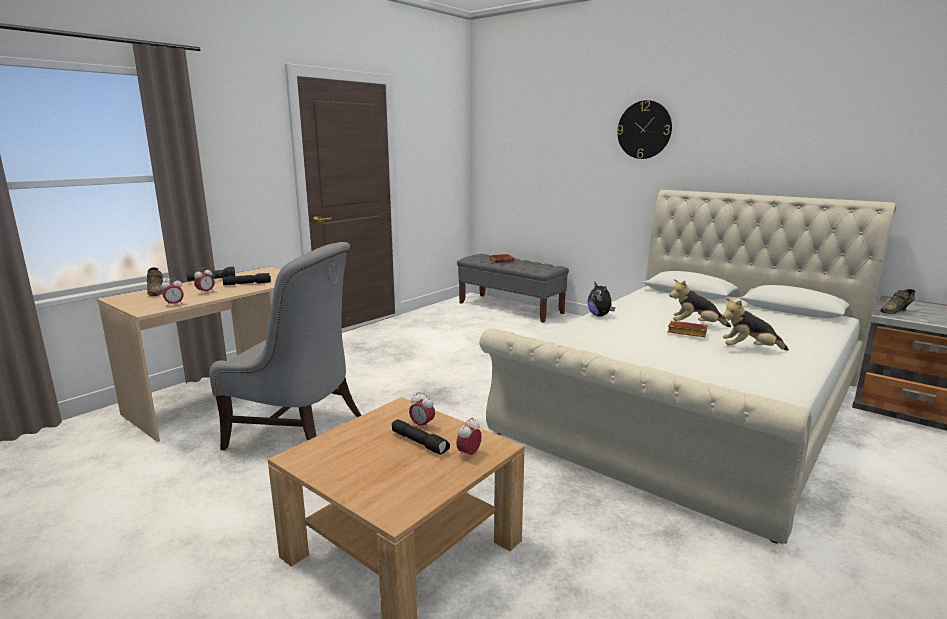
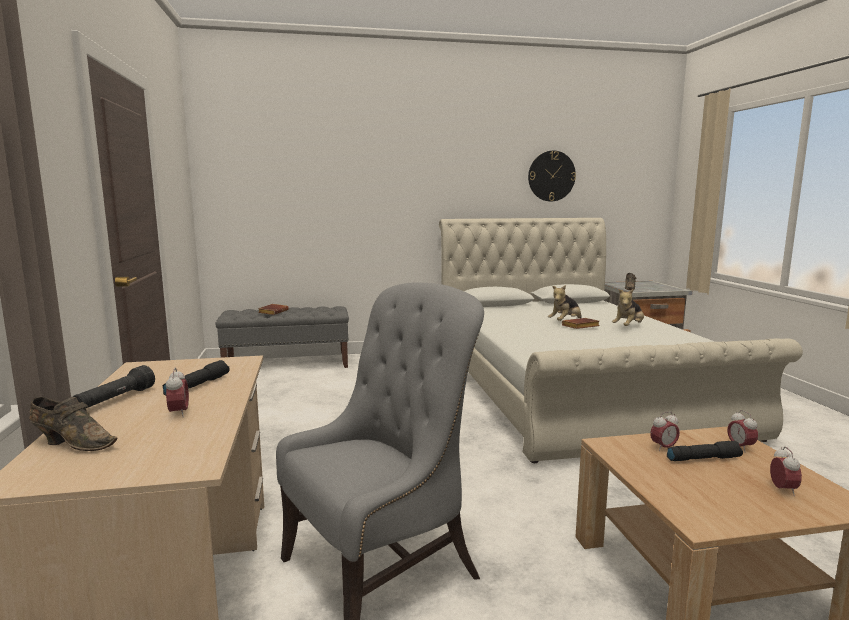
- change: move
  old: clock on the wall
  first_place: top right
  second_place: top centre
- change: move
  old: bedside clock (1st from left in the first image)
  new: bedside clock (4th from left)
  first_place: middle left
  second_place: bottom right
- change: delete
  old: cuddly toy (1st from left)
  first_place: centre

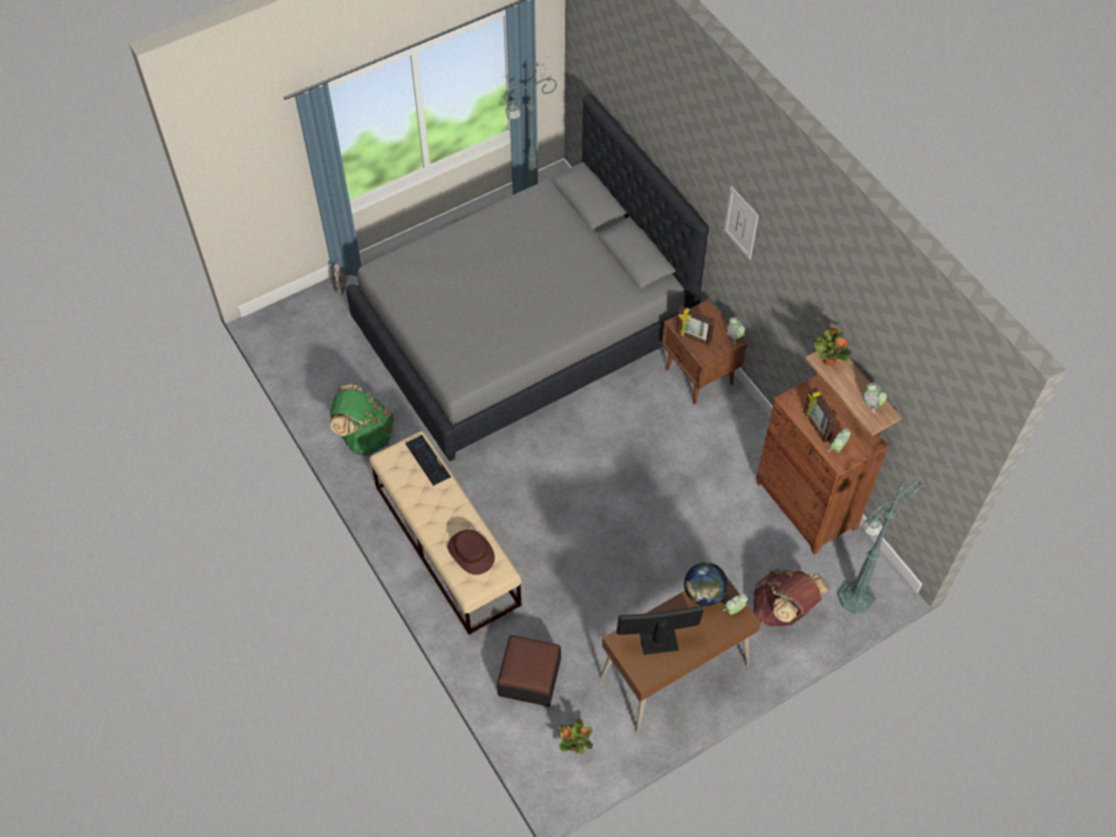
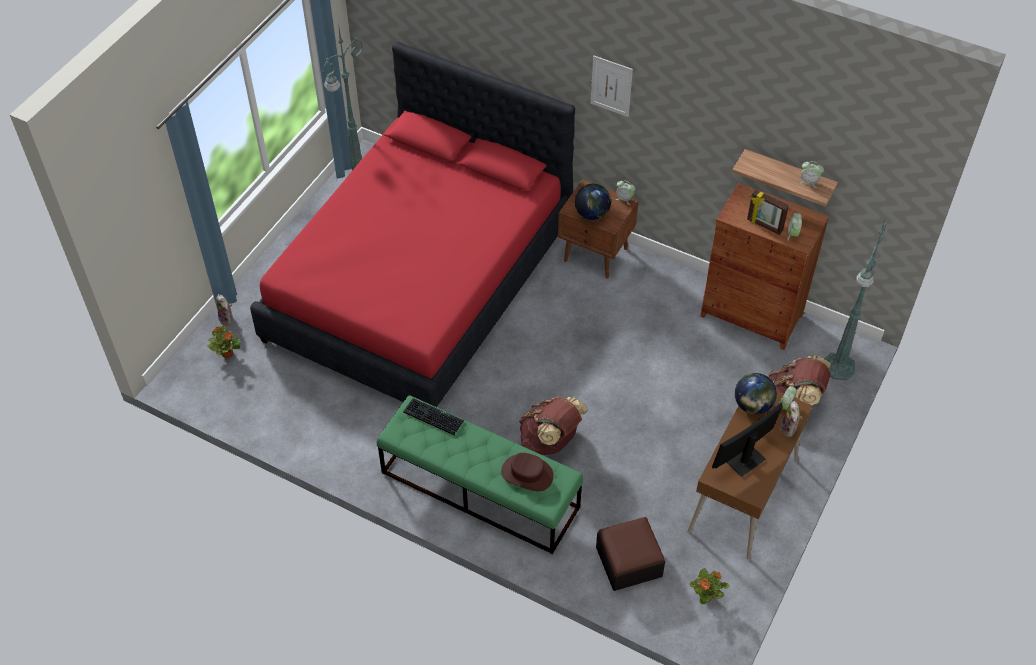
- change: recolor
  old: greyish bed
  new: red bed
  first_place: top centre
  second_place: centre
- change: replace
  old: standing frame (1st from left)
  new: desk globe (1st from left)
  first_place: centre
  second_place: top centre
- change: move
  old: houseplant (2nd from left in the first image)
  new: houseplant (1st from left)
  first_place: middle right
  second_place: middle left
- change: delete
  old: greenish knapsack
  first_place: middle left
- change: recolor
  old: beige indoor bench
  new: greenish indoor bench
  first_place: centre
  second_place: bottom centre
- change: insert
  new: brown knapsack (1st from left)
  second_place: centre
- change: insert
  new: cuddly toy (2nd from left)
  second_place: middle right

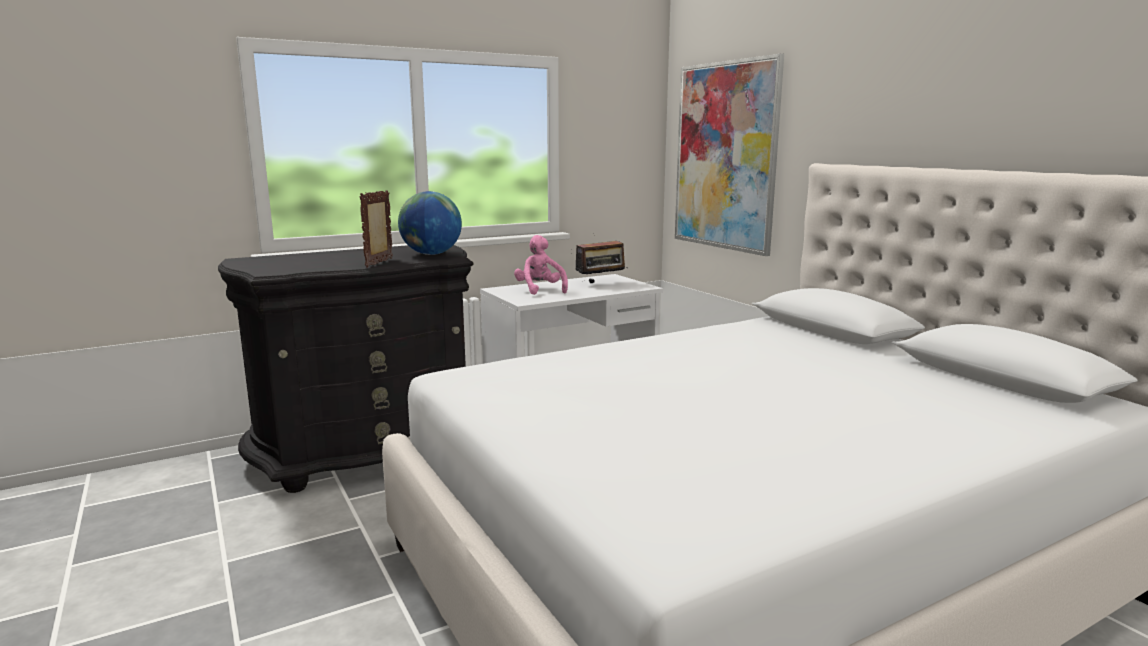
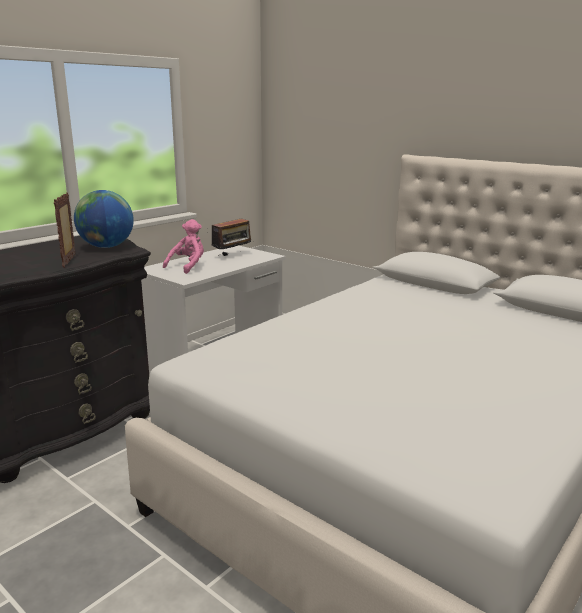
- change: delete
  old: picture
  first_place: top centre
- change: rotate
  old: pinkish cuddly toy
  first_place: centre
  second_place: middle left
  degrees: 75

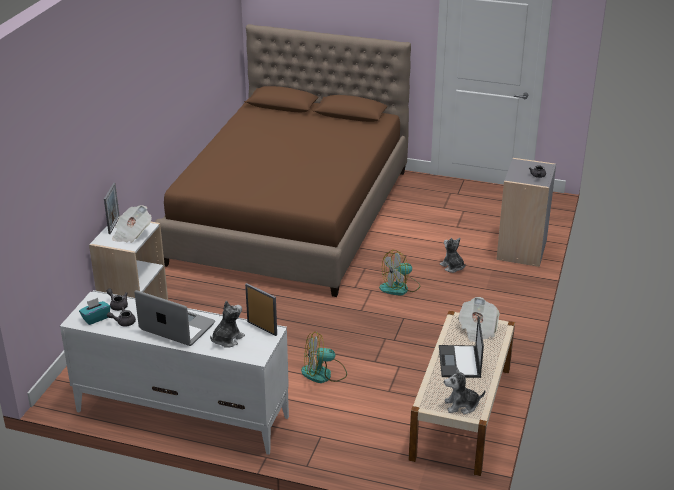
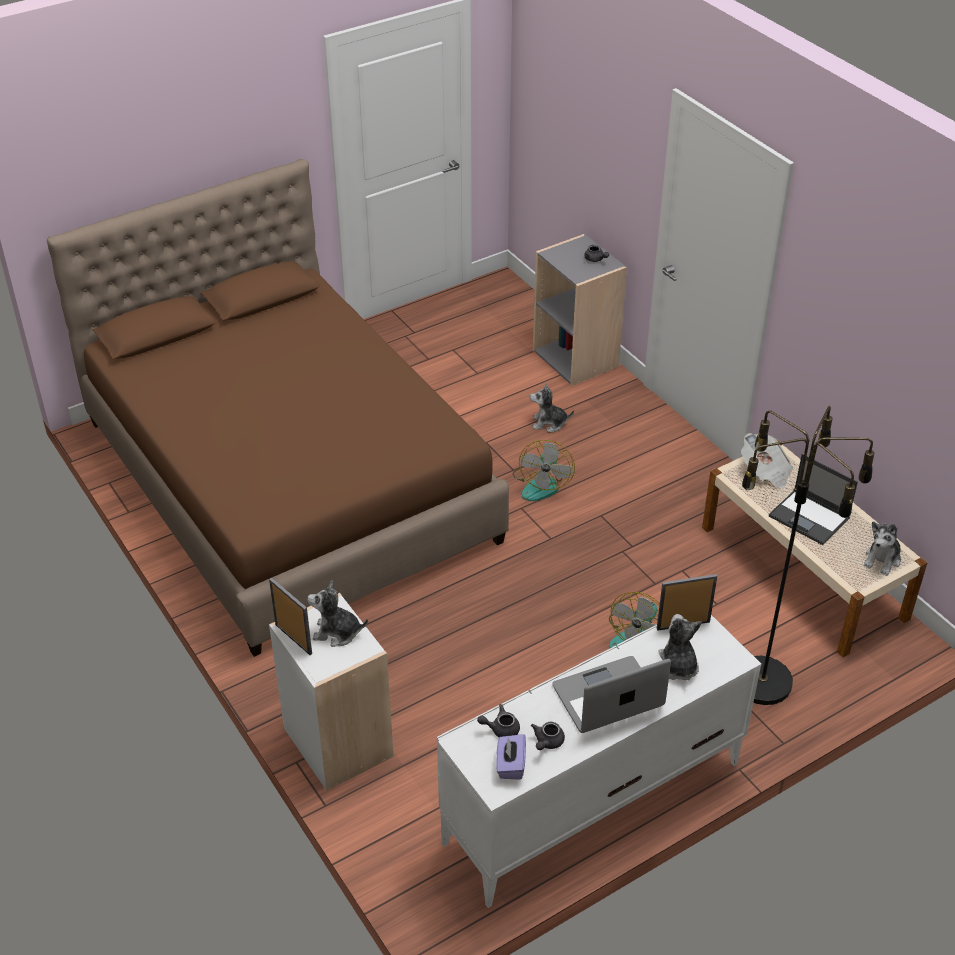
- change: replace
  old: newspaper (1st from left)
  new: cuddly toy (1st from left)
  first_place: middle left
  second_place: centre
- change: recolor
  old: blue-green tissue holder
  new: purple tissue holder
  first_place: middle left
  second_place: bottom centre
- change: insert
  new: standard lamp
  second_place: middle right

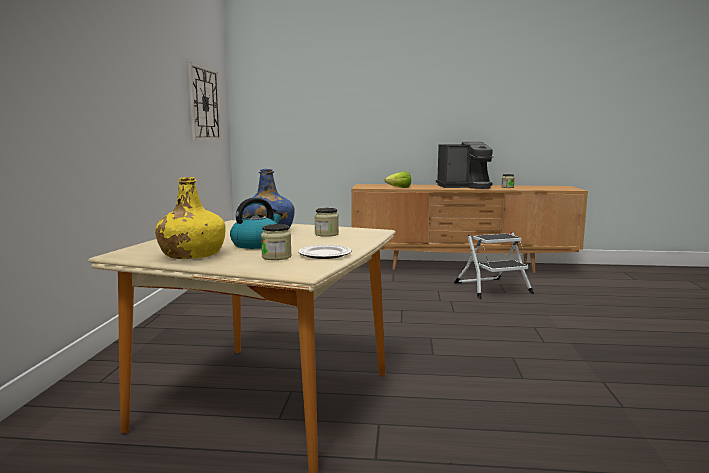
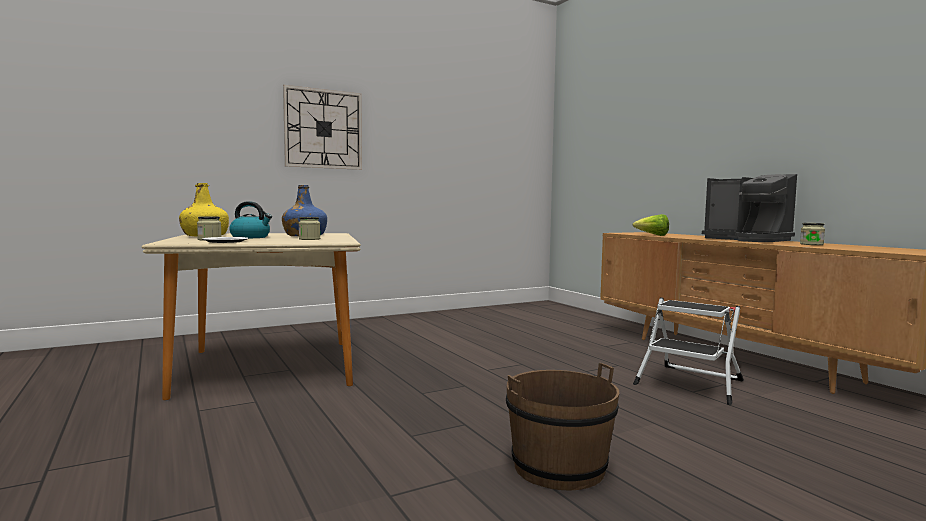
- change: move
  old: clock on the wall
  first_place: top left
  second_place: top centre
- change: insert
  new: brown water bucket
  second_place: bottom centre

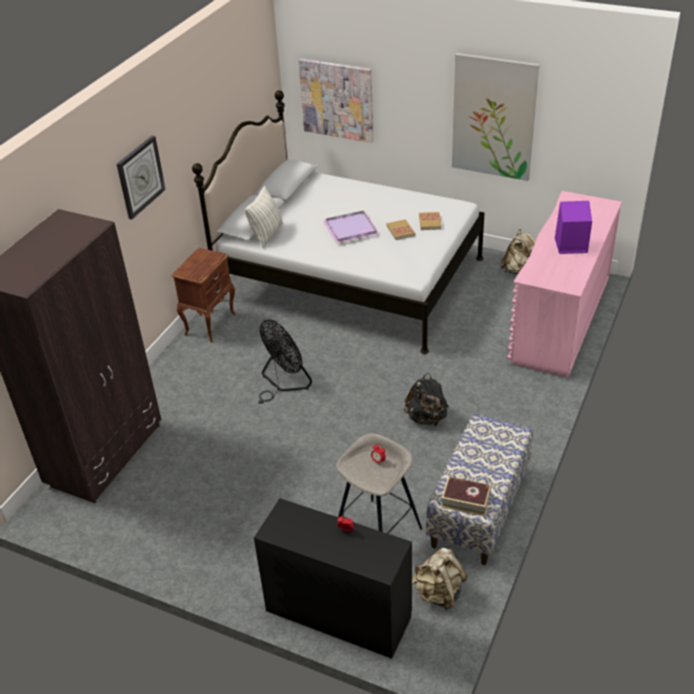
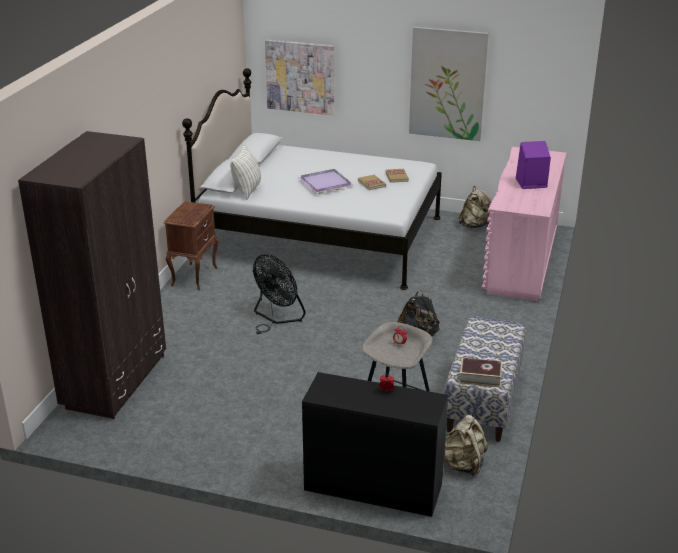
- change: delete
  old: clock on the wall
  first_place: top left

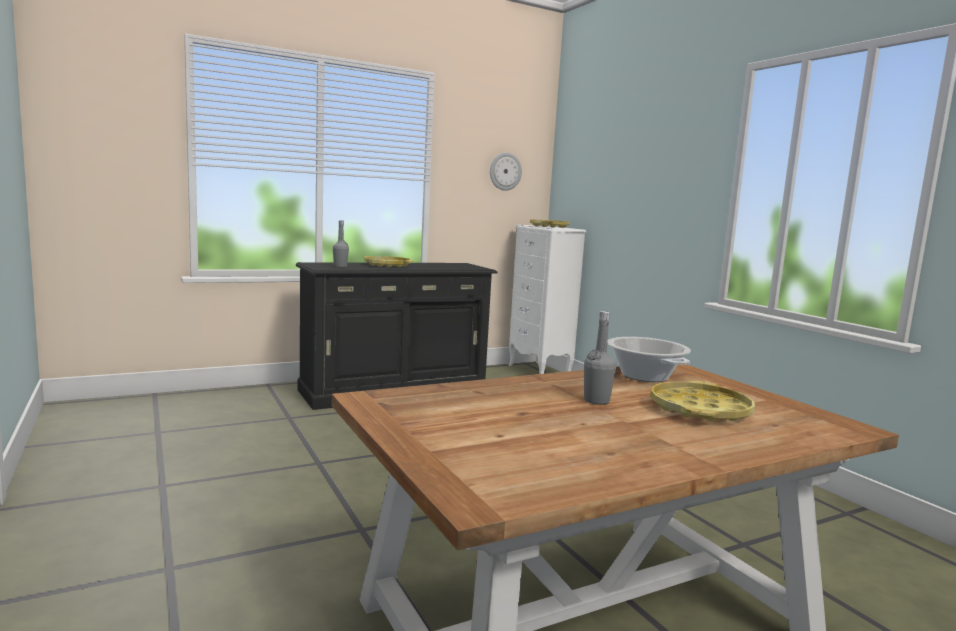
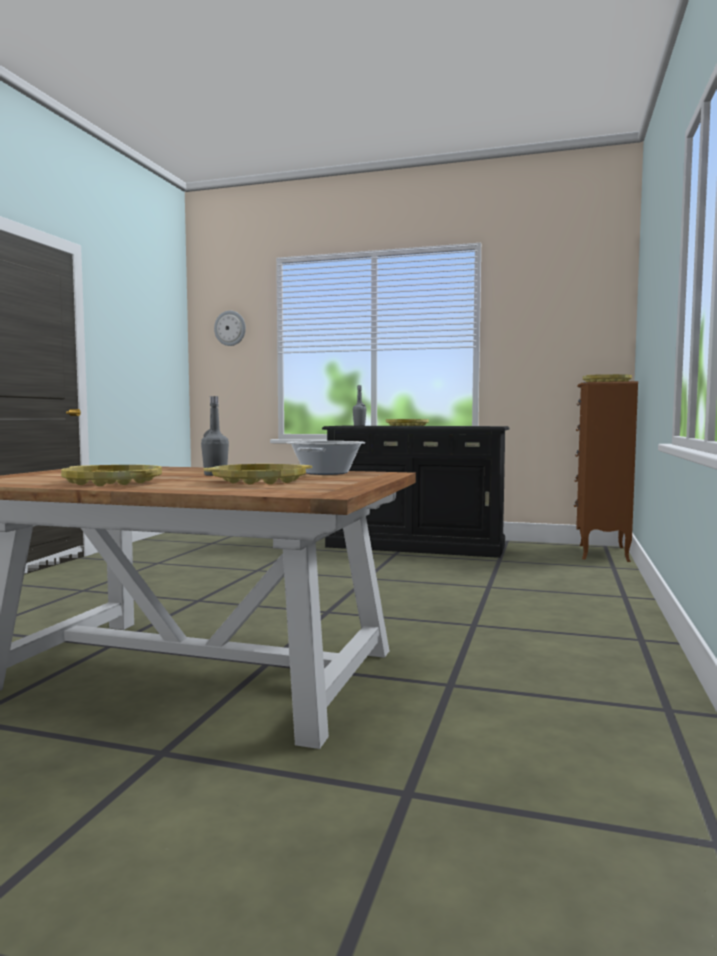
- change: move
  old: clock on the wall
  first_place: top centre
  second_place: middle left
- change: recolor
  old: whitish dresser
  new: brown dresser
  first_place: centre
  second_place: middle right
- change: insert
  new: yellow serving tray (1st from left)
  second_place: middle left

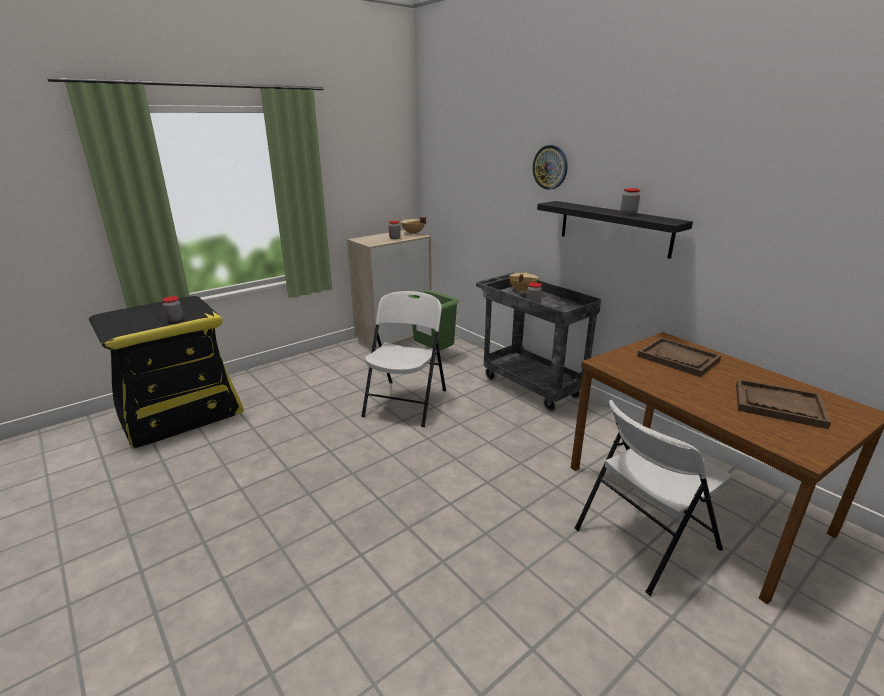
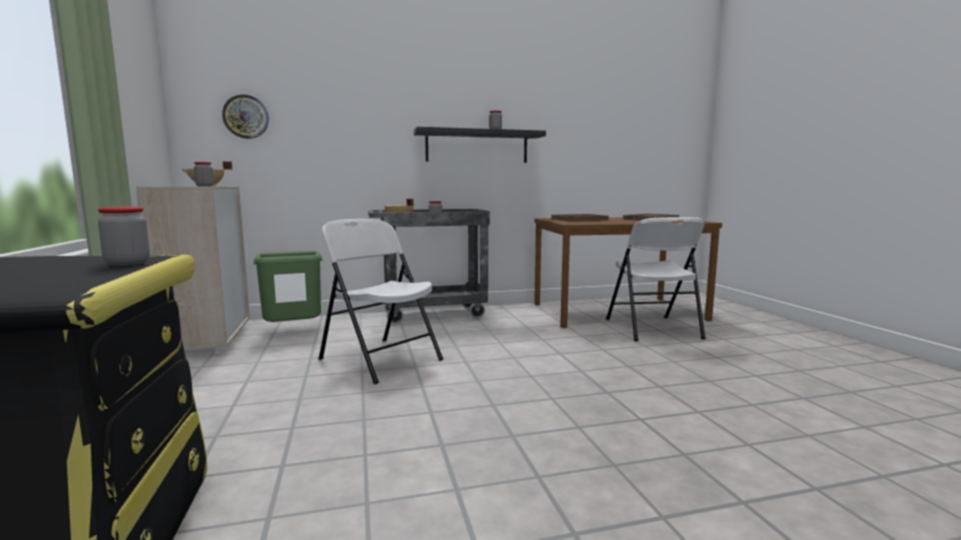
- change: move
  old: clock on the wall
  first_place: top centre
  second_place: top left

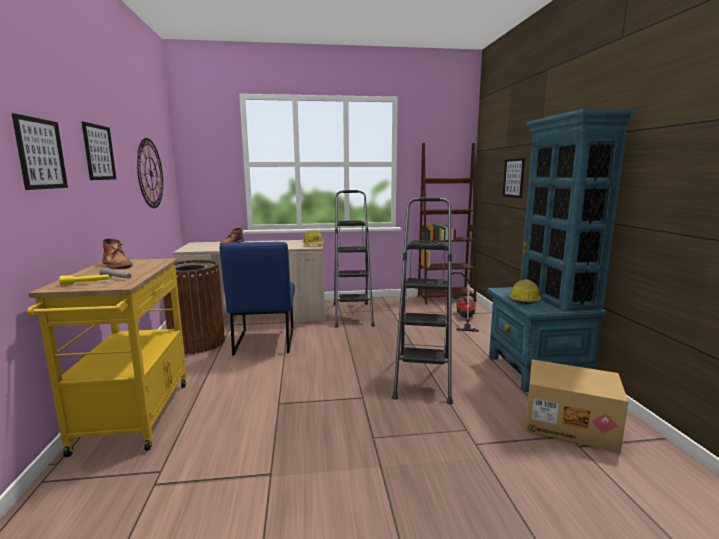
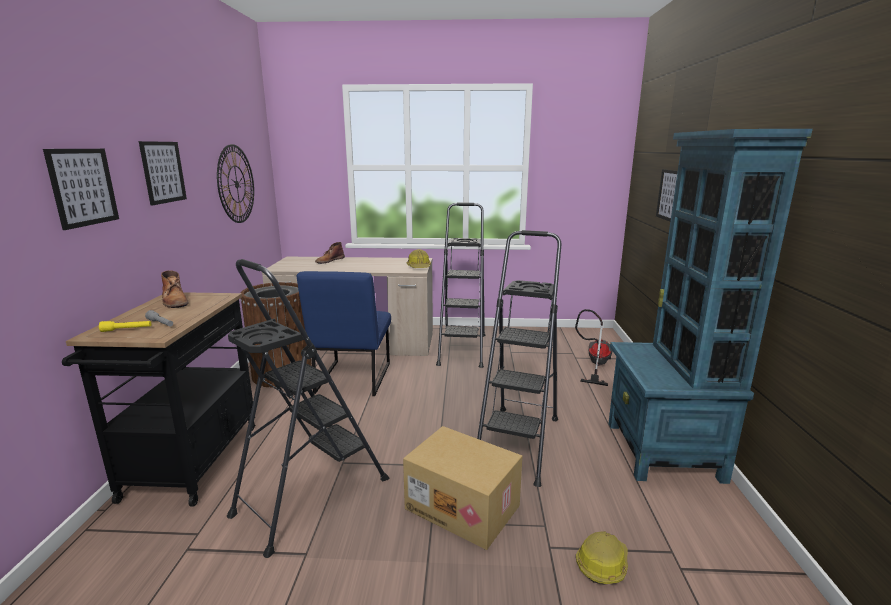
- change: delete
  old: brown bookshelf
  first_place: centre
- change: recolor
  old: yellow wheeled cart
  new: black-coloured wheeled cart
  first_place: middle left
  second_place: middle left
- change: move
  old: hard hat (2nd from left)
  first_place: middle right
  second_place: bottom right
- change: move
  old: cardboard box
  first_place: bottom right
  second_place: bottom centre
- change: insert
  new: step stool (1st from left)
  second_place: bottom centre

